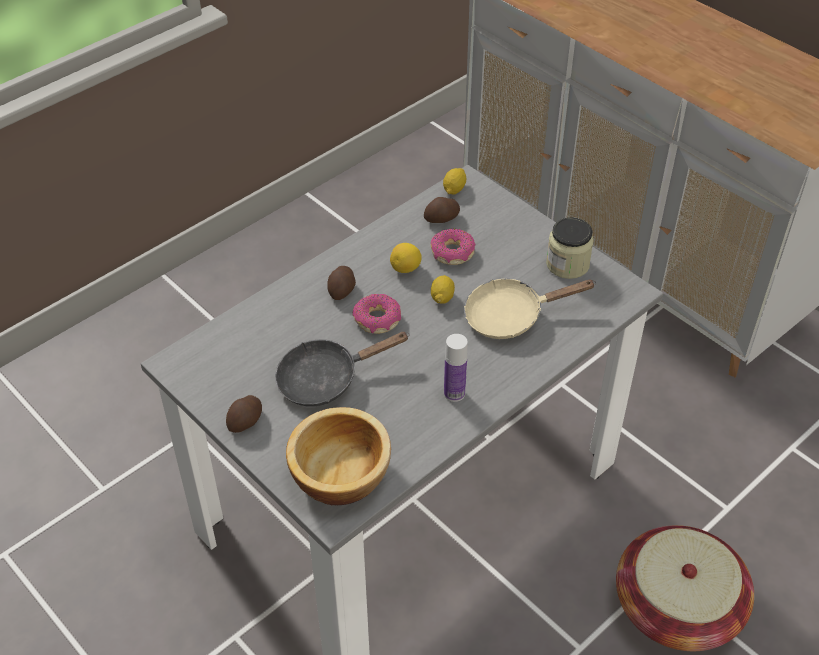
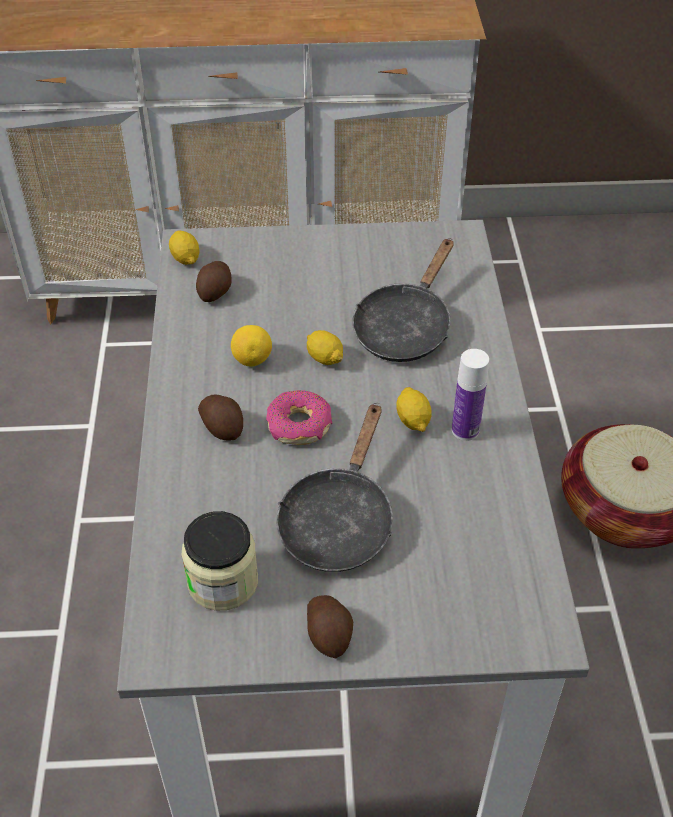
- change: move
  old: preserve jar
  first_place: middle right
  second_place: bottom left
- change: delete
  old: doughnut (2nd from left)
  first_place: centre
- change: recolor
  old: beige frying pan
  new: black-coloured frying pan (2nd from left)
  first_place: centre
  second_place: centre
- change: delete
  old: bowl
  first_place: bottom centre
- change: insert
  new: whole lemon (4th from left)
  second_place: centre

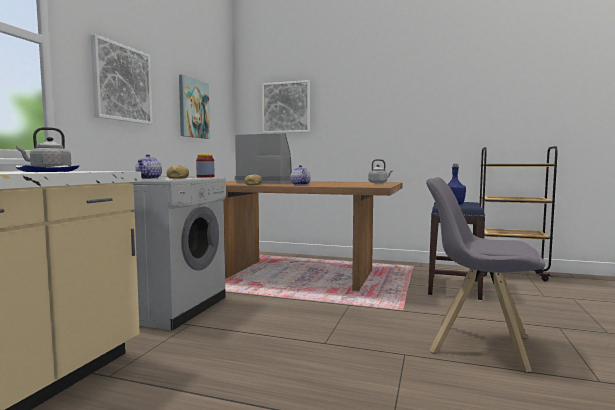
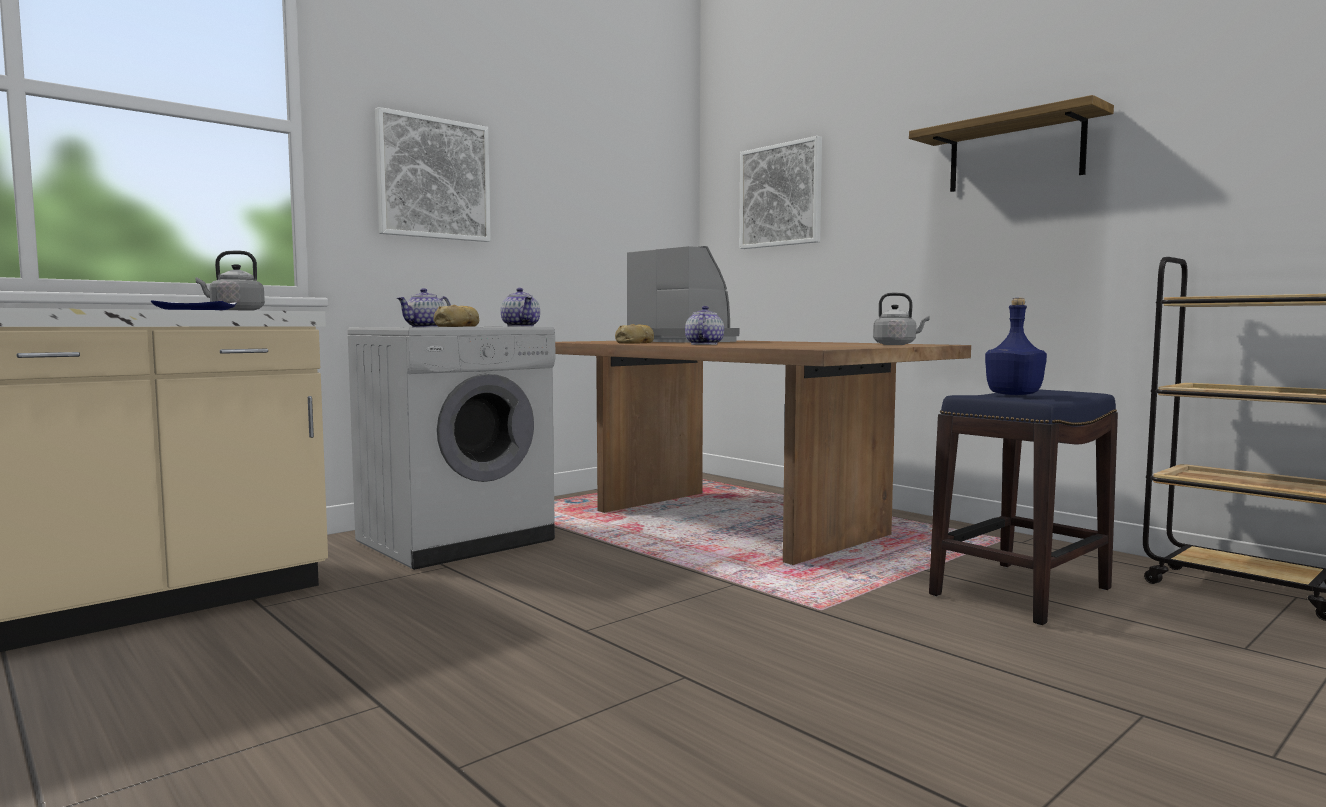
- change: delete
  old: picture (2nd from left)
  first_place: top left
- change: replace
  old: preserve jar
  new: pot for tea (2nd from left)
  first_place: centre
  second_place: centre
- change: delete
  old: greyish chair
  first_place: bottom right
- change: insert
  new: wall shelf
  second_place: top right

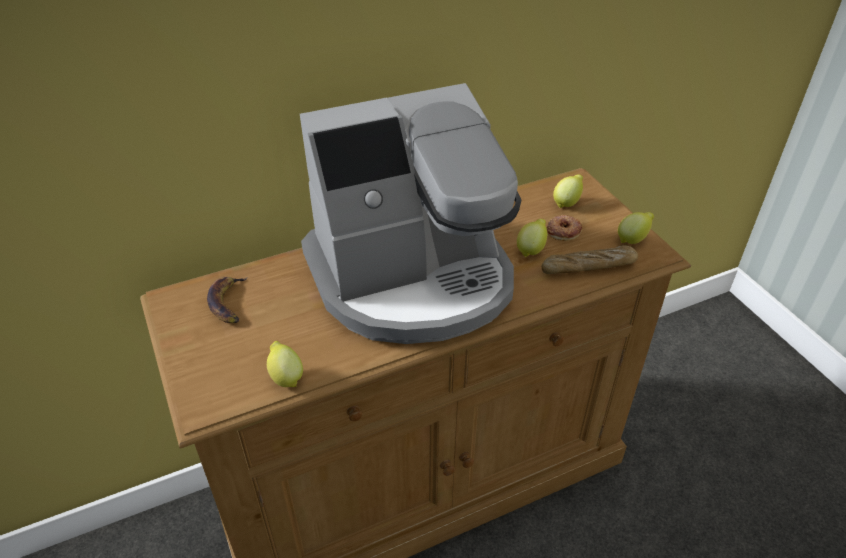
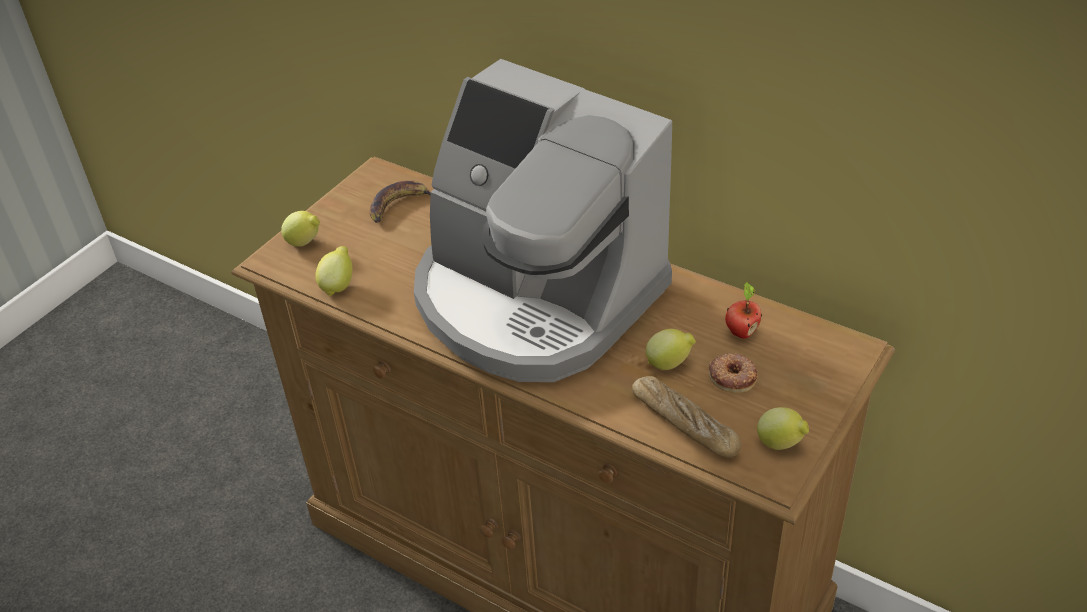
- change: move
  old: whole lemon (3rd from left in the first image)
  new: whole lemon (1st from left)
  first_place: middle right
  second_place: middle left
- change: insert
  new: apple
  second_place: middle right

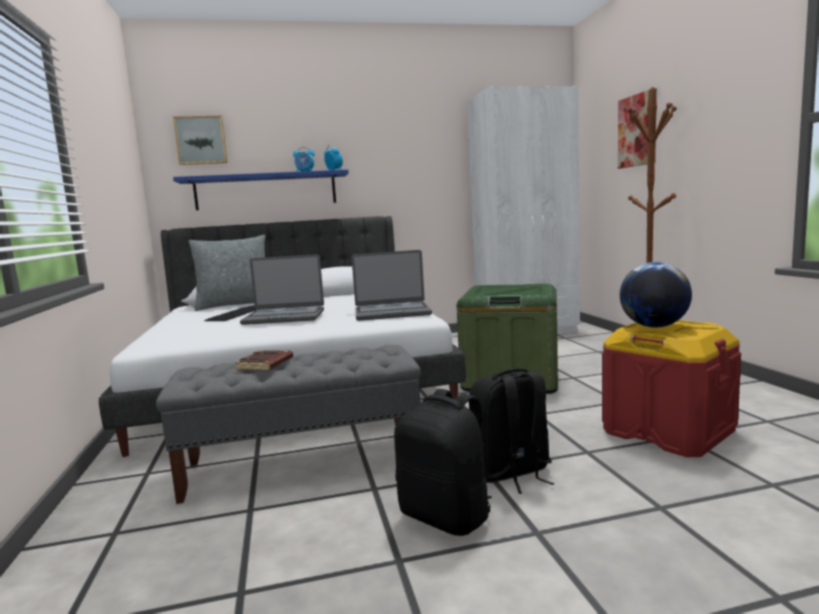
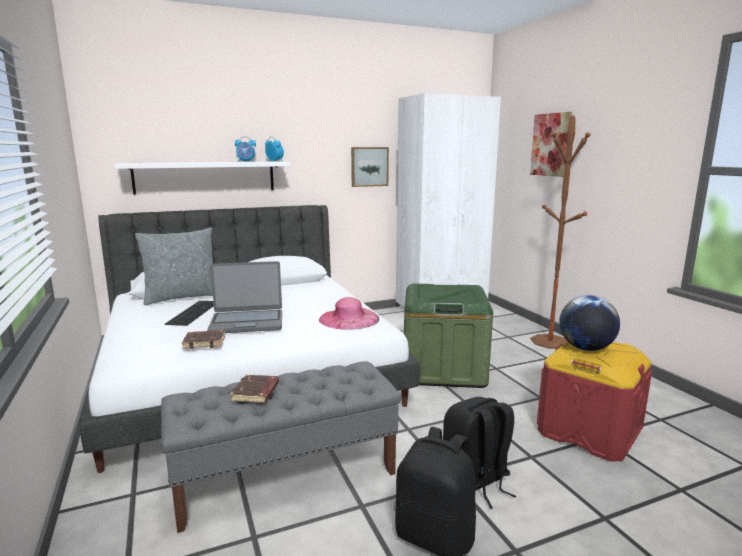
- change: move
  old: picture (1st from left)
  first_place: top left
  second_place: top centre
- change: recolor
  old: blue-coloured wall shelf
  new: whitish wall shelf
  first_place: top left
  second_place: top left
- change: replace
  old: portable computer (2nd from left)
  new: pinkish wearable hat
  first_place: centre
  second_place: centre
- change: insert
  new: brown bound book (1st from left)
  second_place: middle left

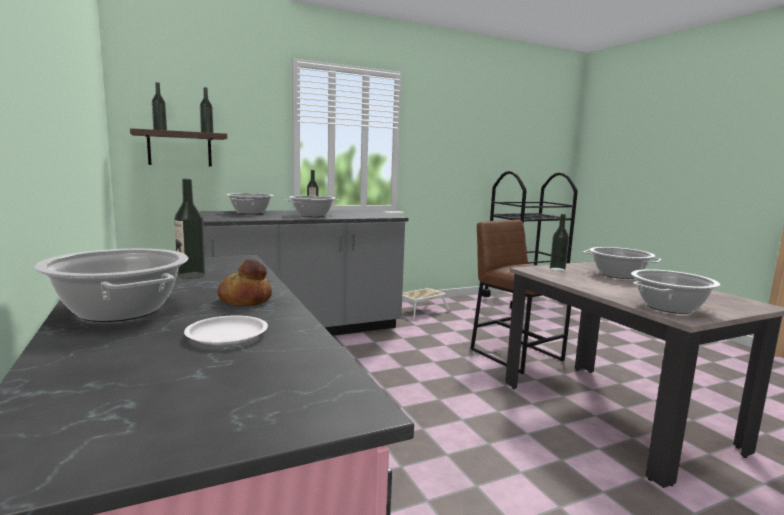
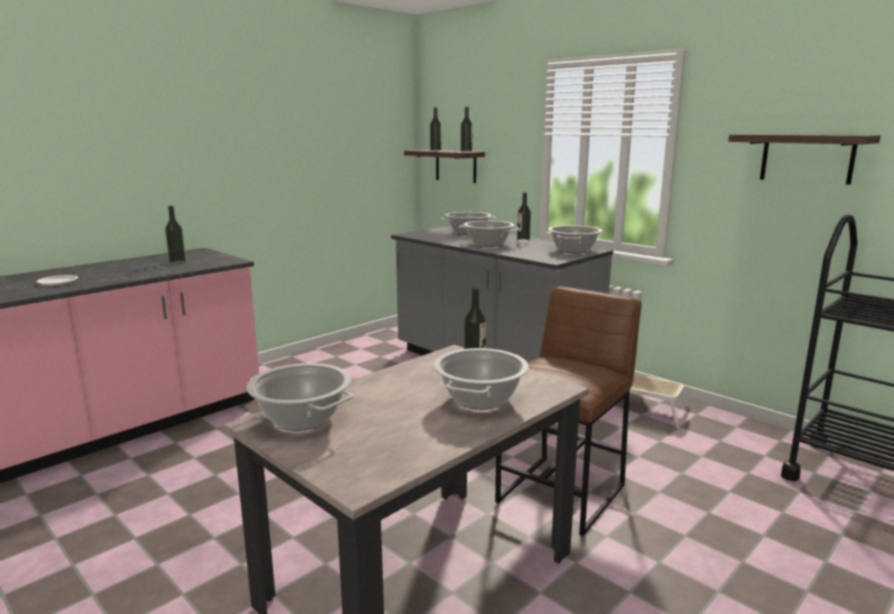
- change: move
  old: cooking pot (1st from left in the first image)
  new: cooking pot (5th from left)
  first_place: middle left
  second_place: centre
- change: delete
  old: bakery bread
  first_place: middle left
- change: insert
  new: wall shelf (2nd from left)
  second_place: top right

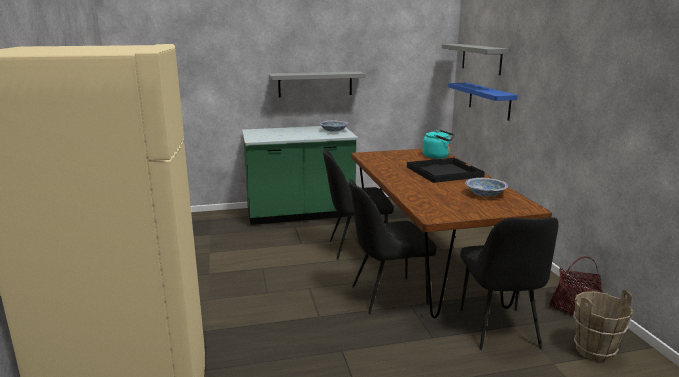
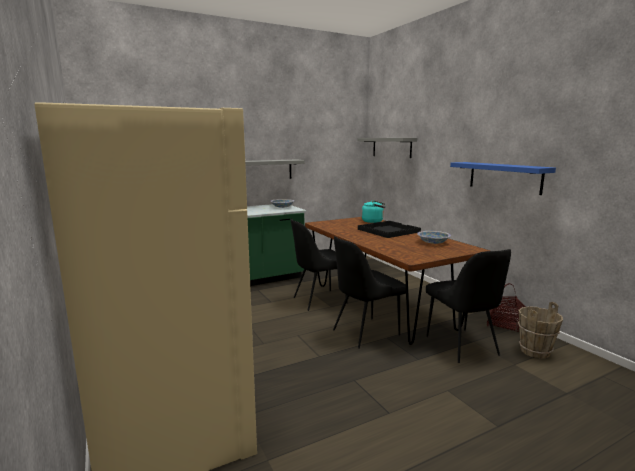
- change: move
  old: blue-coloured wall shelf
  first_place: top right
  second_place: middle right

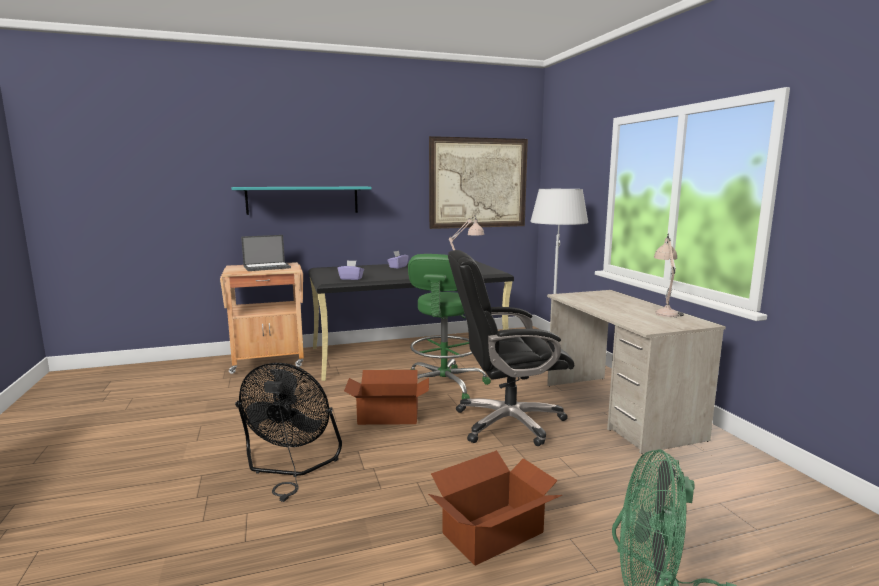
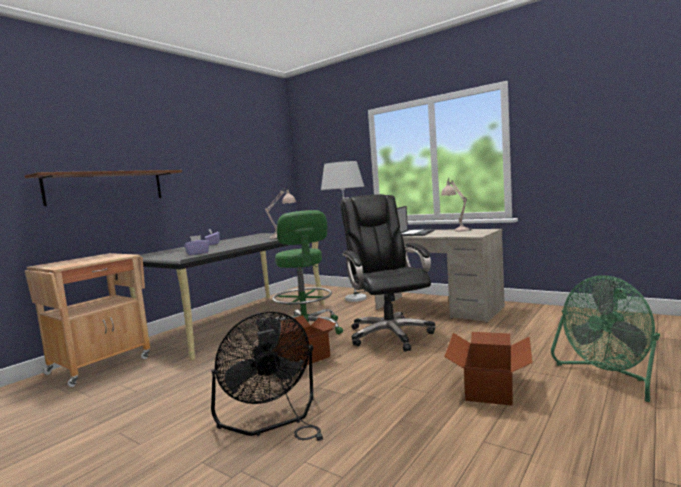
- change: delete
  old: picture
  first_place: top centre
- change: recolor
  old: blue-green wall shelf
  new: brown wall shelf
  first_place: centre
  second_place: middle left
- change: move
  old: portable computer
  first_place: middle left
  second_place: centre
- change: rotate
  old: black-coloured computer chair
  first_place: centre
  second_place: centre
  degrees: 120

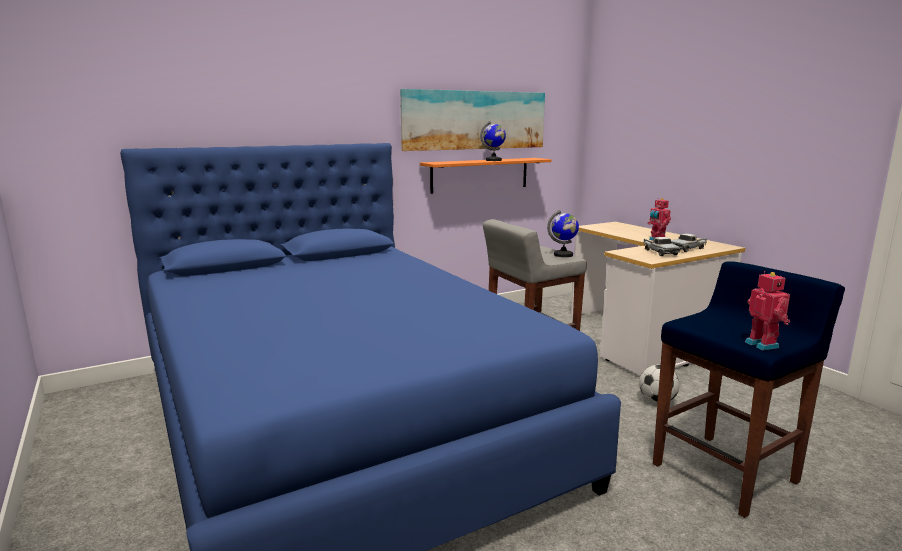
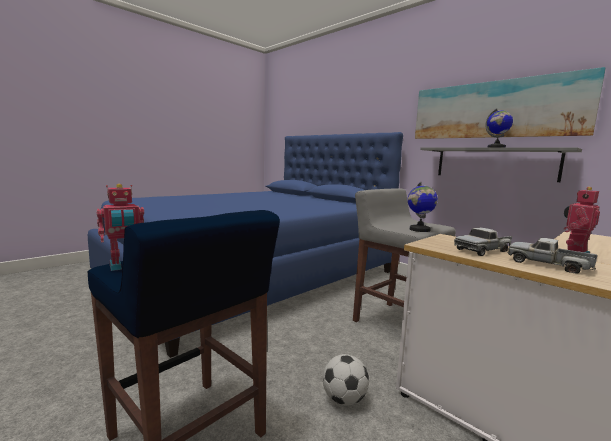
- change: recolor
  old: orange-coloured wall shelf
  new: greyish wall shelf
  first_place: top centre
  second_place: middle right

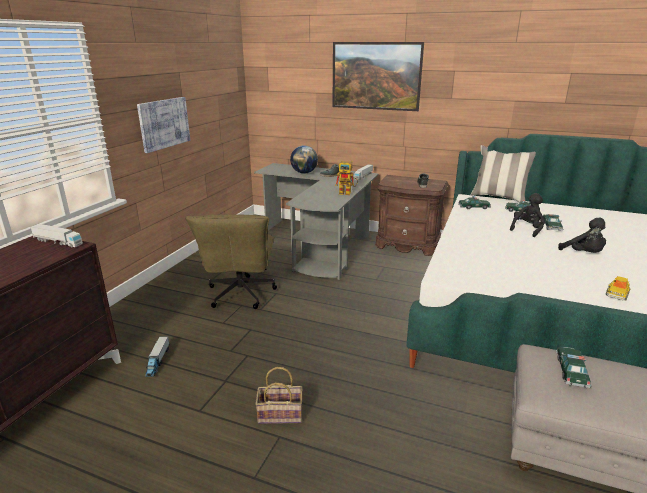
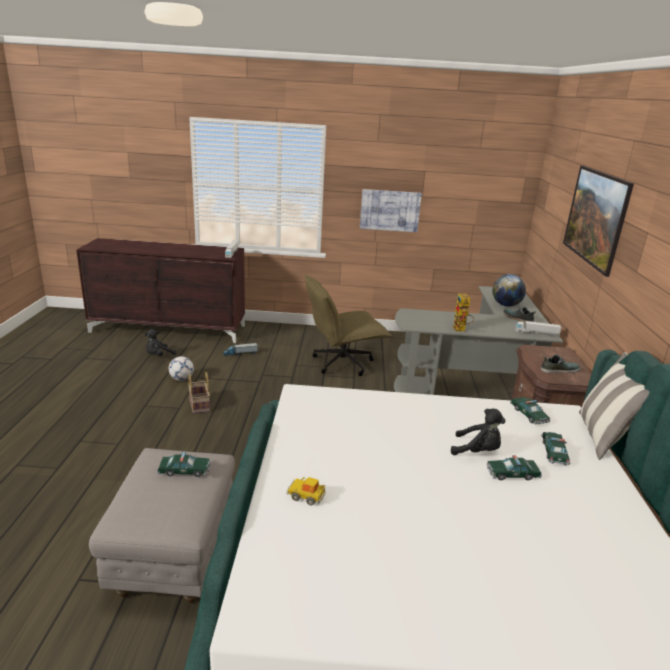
- change: move
  old: black-coloured cuddly toy (2nd from left in the first image)
  new: black-coloured cuddly toy (1st from left)
  first_place: middle right
  second_place: middle left
- change: insert
  new: football
  second_place: middle left

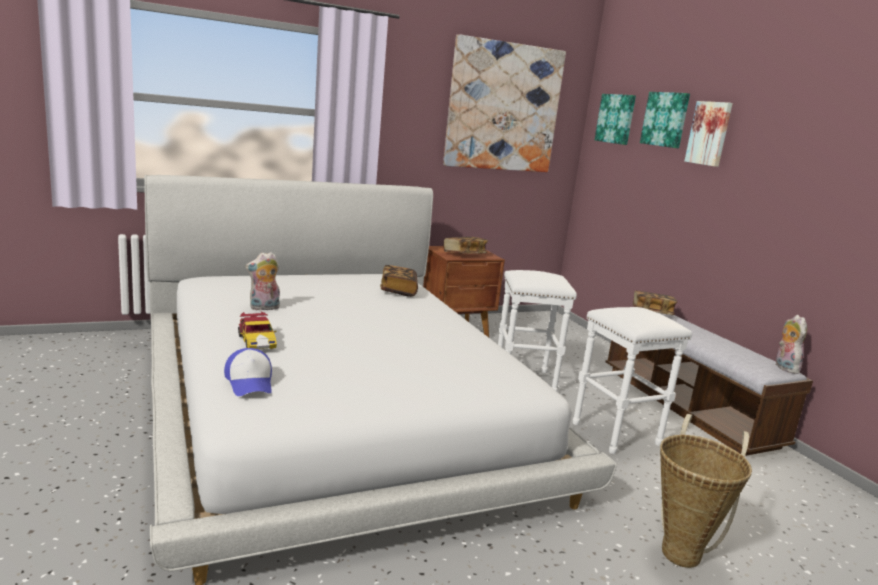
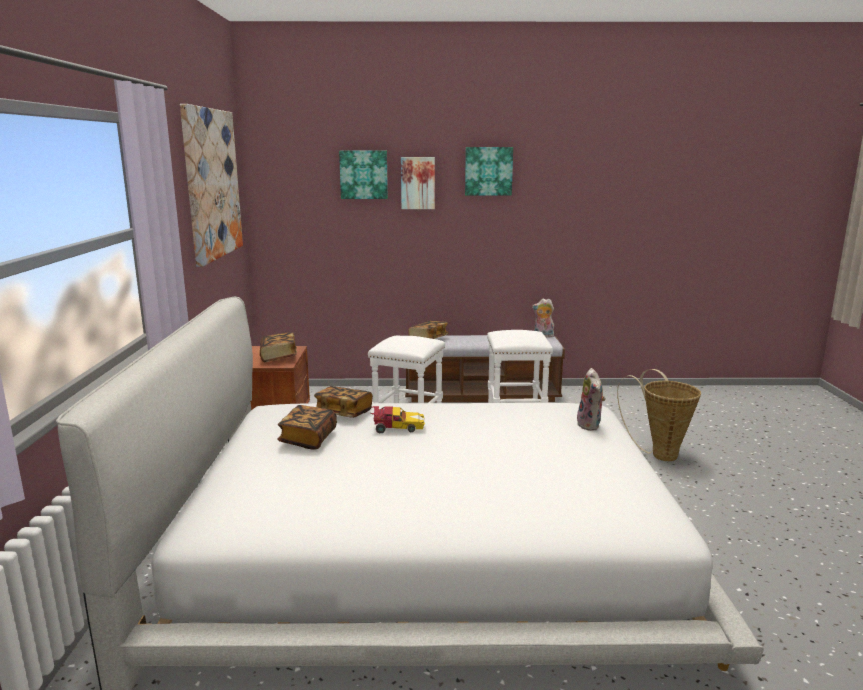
- change: move
  old: picture (2nd from left in the first image)
  new: picture (4th from left)
  first_place: top right
  second_place: top centre
- change: move
  old: cuddly toy (1st from left in the first image)
  new: cuddly toy (2nd from left)
  first_place: middle left
  second_place: middle right
- change: move
  old: toy car
  first_place: middle left
  second_place: centre
- change: delete
  old: baseball cap
  first_place: middle left
- change: insert
  new: bound book (2nd from left)
  second_place: centre

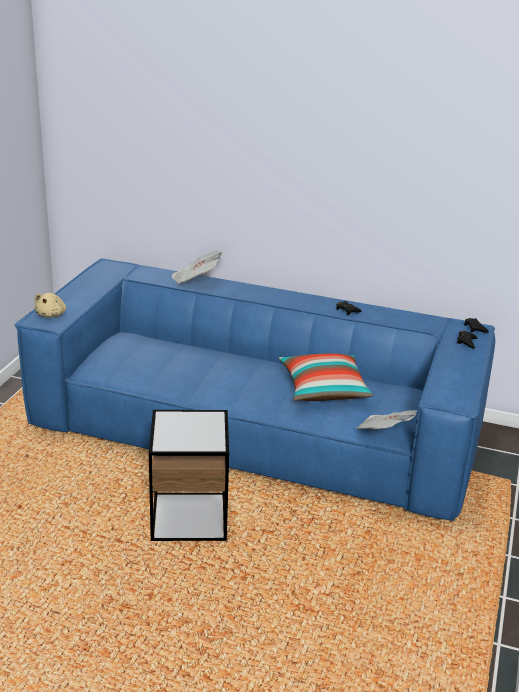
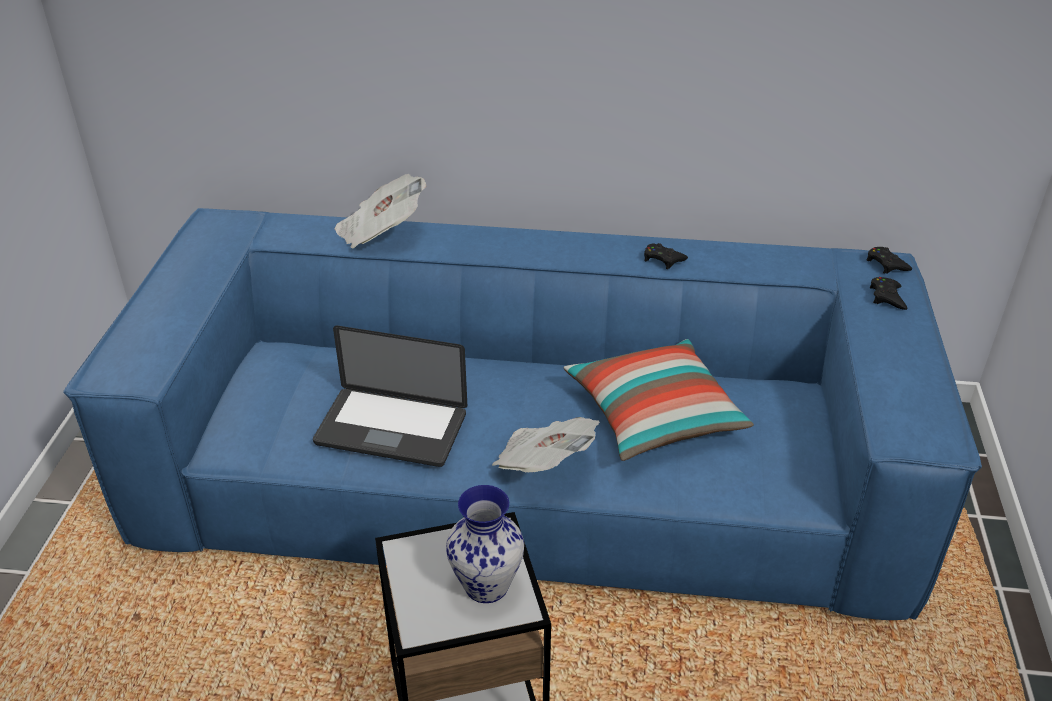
- change: delete
  old: beige cuddly toy
  first_place: middle left
- change: move
  old: newspaper (2nd from left)
  first_place: middle right
  second_place: centre
- change: insert
  new: portable computer
  second_place: centre
- change: insert
  new: vase
  second_place: bottom centre

